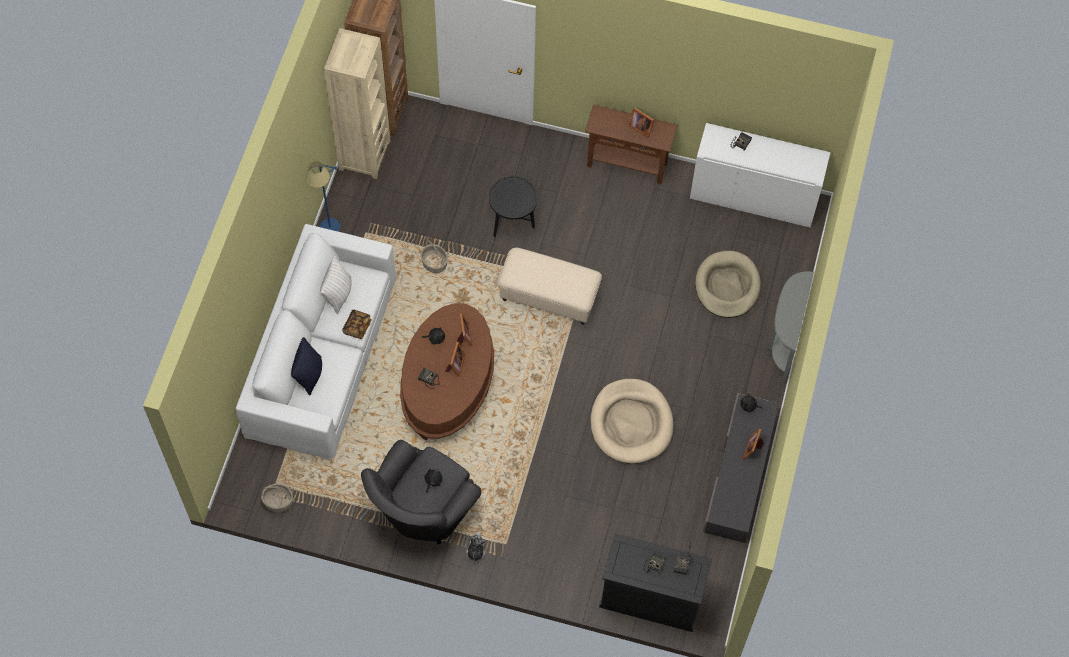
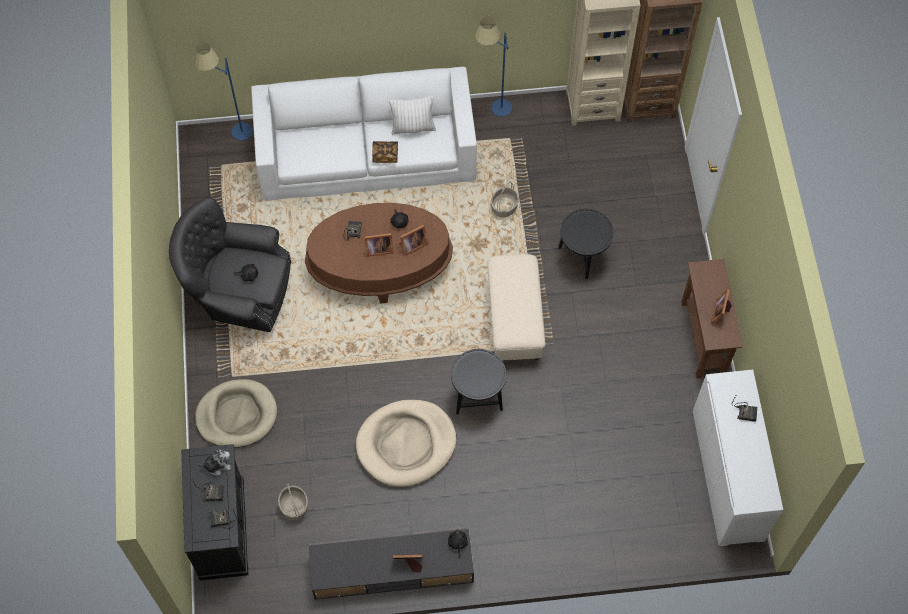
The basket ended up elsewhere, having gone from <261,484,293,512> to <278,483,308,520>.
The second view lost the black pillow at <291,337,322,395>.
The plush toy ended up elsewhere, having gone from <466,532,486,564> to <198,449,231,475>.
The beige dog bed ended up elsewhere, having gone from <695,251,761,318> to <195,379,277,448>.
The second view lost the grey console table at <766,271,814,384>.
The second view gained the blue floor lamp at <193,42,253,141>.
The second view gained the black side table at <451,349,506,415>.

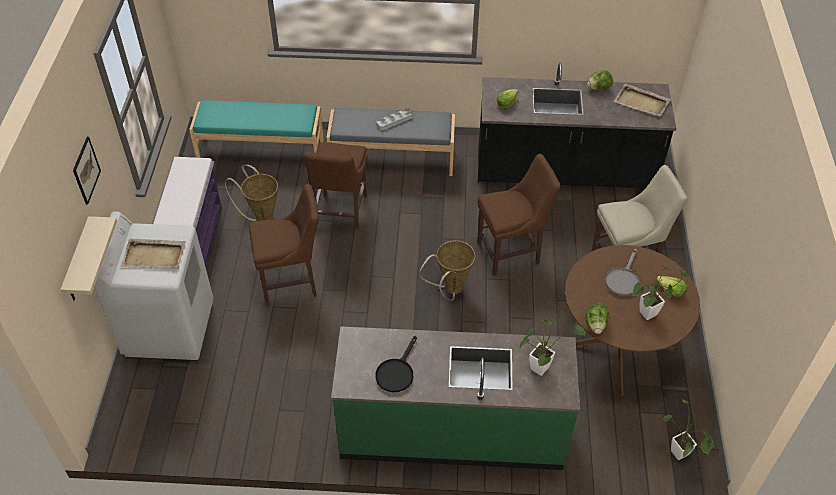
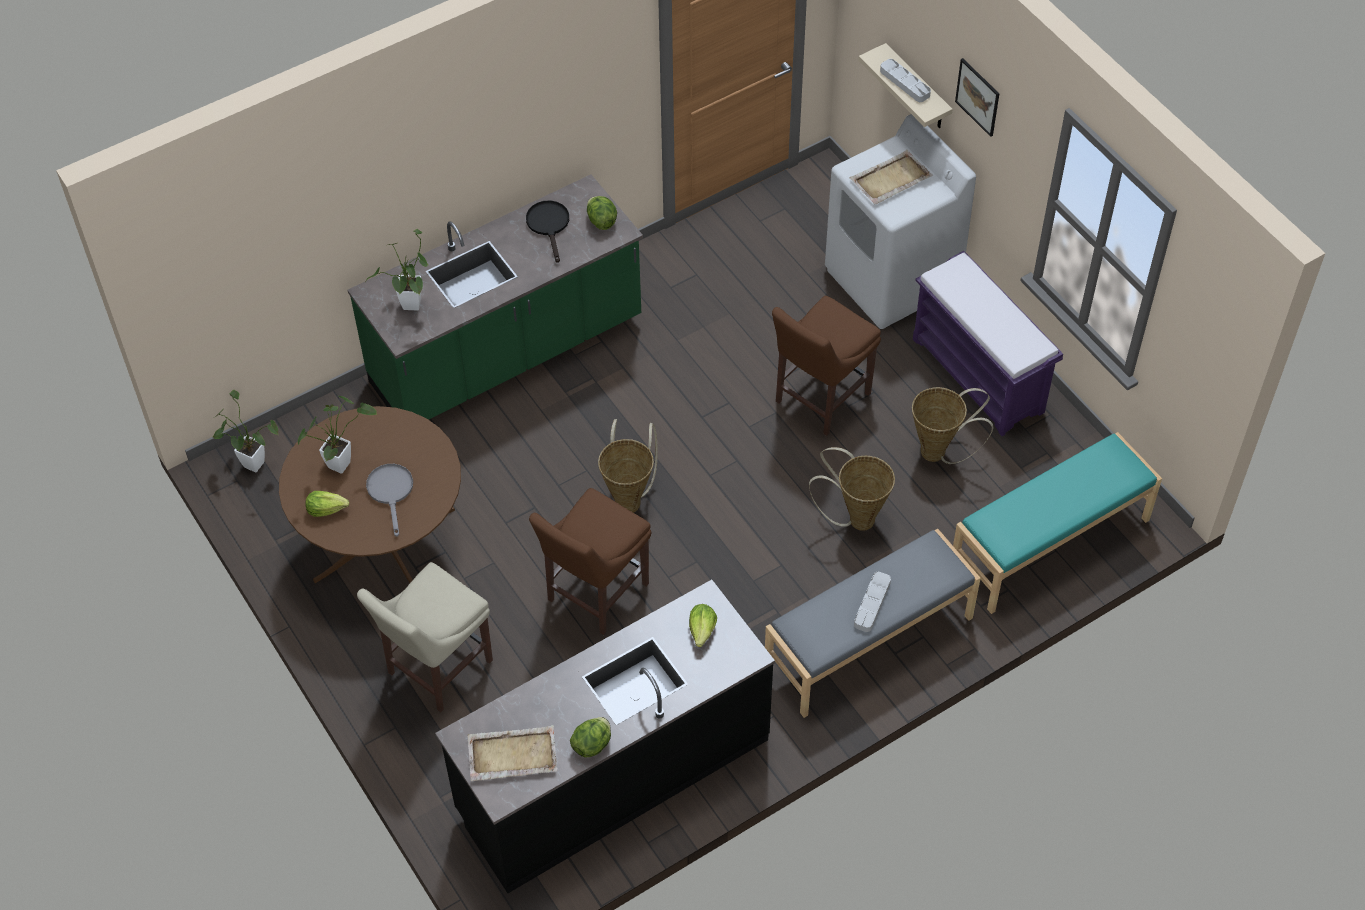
Where the brown chair stood at <304,142,368,230>, the basket came to stand at <809,447,895,531>.
The lettuce ended up elsewhere, having gone from <586,303,610,334> to <587,196,617,230>.
The second view gained the grey tray at <880,59,931,102>.

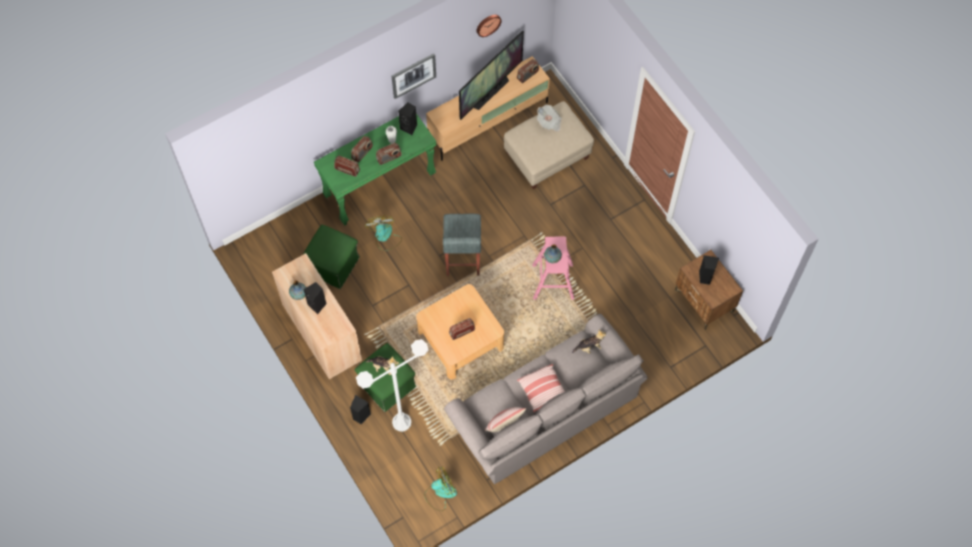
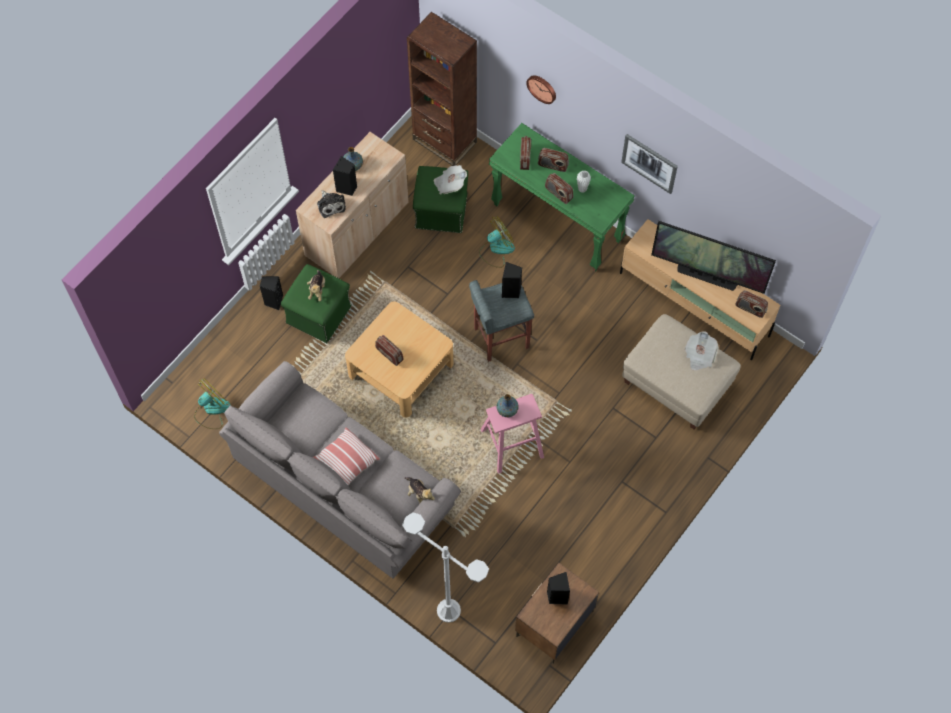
The white floor lamp ended up elsewhere, having gone from <356,339,429,432> to <402,512,489,623>.
The black speaker ended up elsewhere, having gone from <398,102,417,135> to <502,262,522,298>.
The fan at <424,467,457,511> ended up facing another way, 90 degrees counterclockwise from before.
The wall clock ended up elsewhere, having gone from <477,15,502,37> to <526,75,556,104>.
The second view lost the pillow at <485,407,526,432>.
The second view gained the plush toy at <317,190,346,218>.
The second view gained the brown bookcase at <407,12,477,166>.
The second view gained the newspaper at <434,165,467,195>.

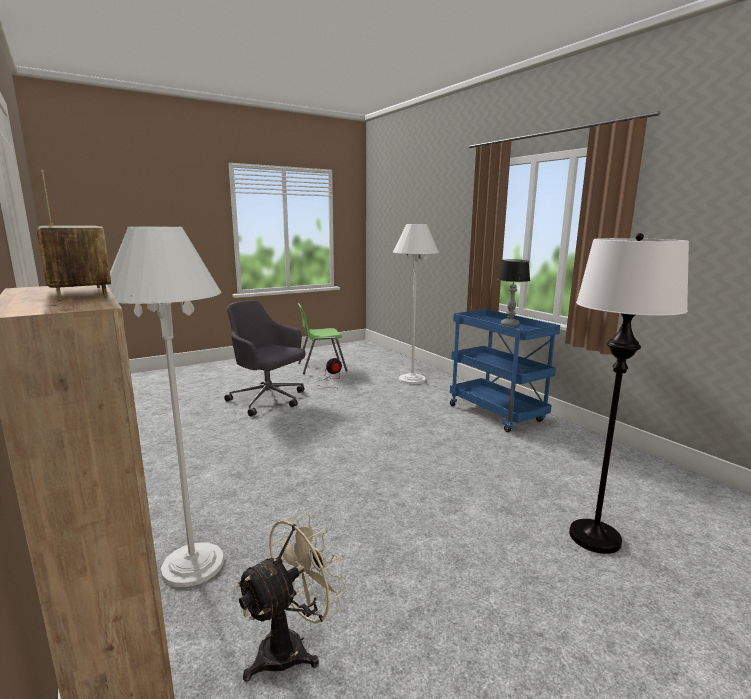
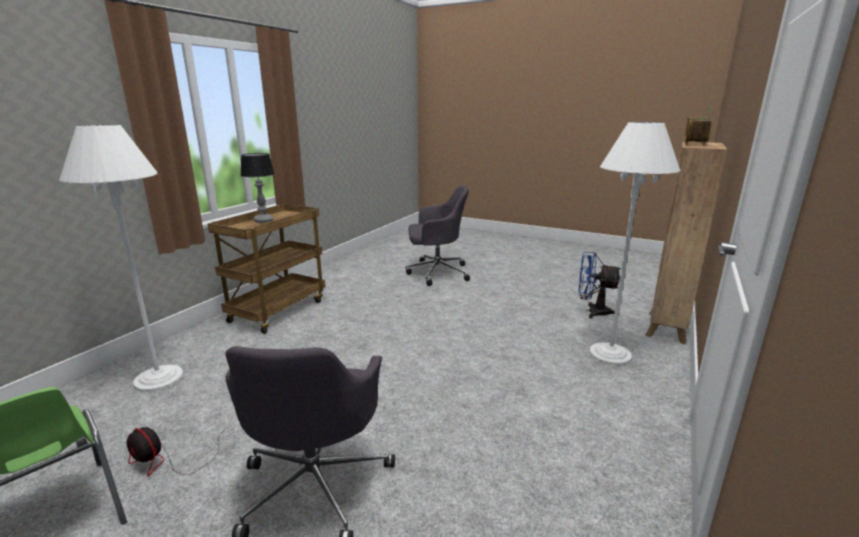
What was the beige fan at <235,513,348,682> turned into the blue fan at <578,252,621,318>.
What was the blue cart at <450,309,560,432> turned into the brown cart at <208,204,325,334>.
Where the white floor lamp stood at <569,233,689,554>, the grey office chair came to stand at <406,185,470,286>.

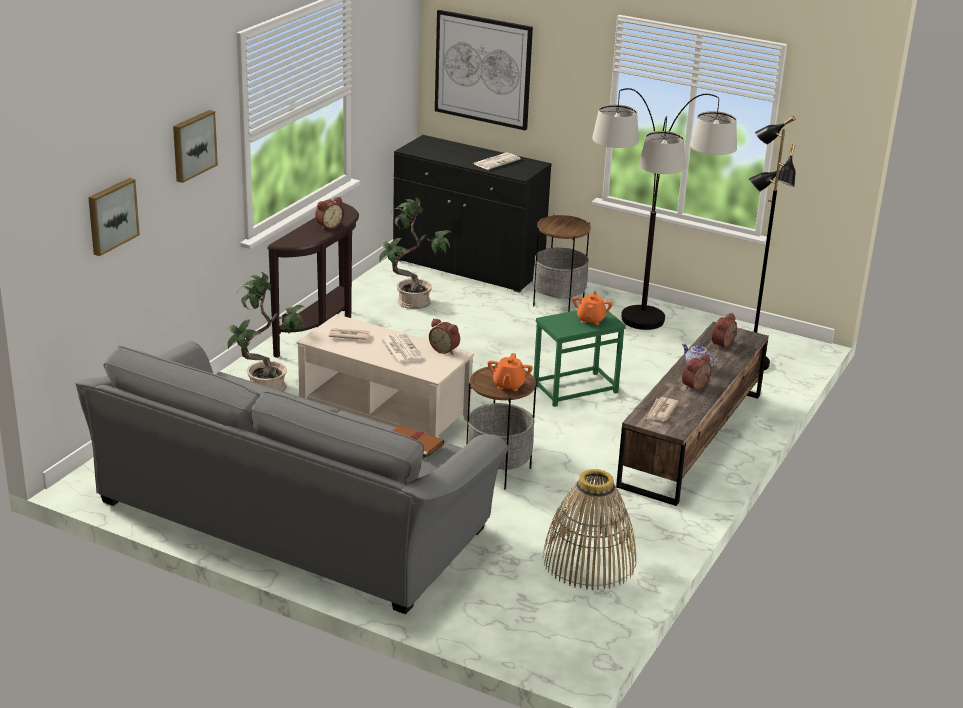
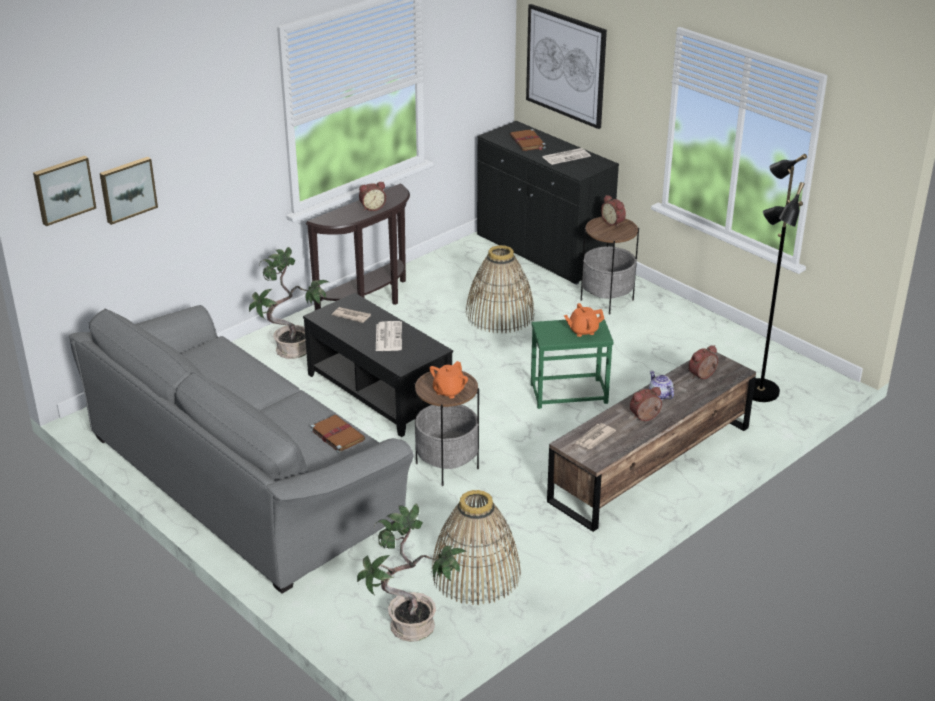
The picture ended up elsewhere, having gone from <173,110,218,183> to <33,156,96,226>.
What was the beige coffee table at <297,314,474,438> turned into the black coffee table at <303,293,453,437>.
The potted plant ended up elsewhere, having gone from <379,197,451,309> to <357,503,467,642>.
The alarm clock ended up elsewhere, having gone from <429,318,460,355> to <601,195,626,227>.
The orange teapot at <572,291,613,325> ended up facing another way, 135 degrees counterclockwise from before.
The second view lost the floor lamp at <592,88,737,330>.
The second view gained the basket at <466,245,534,333>.
The second view gained the brown book at <510,129,546,151>.

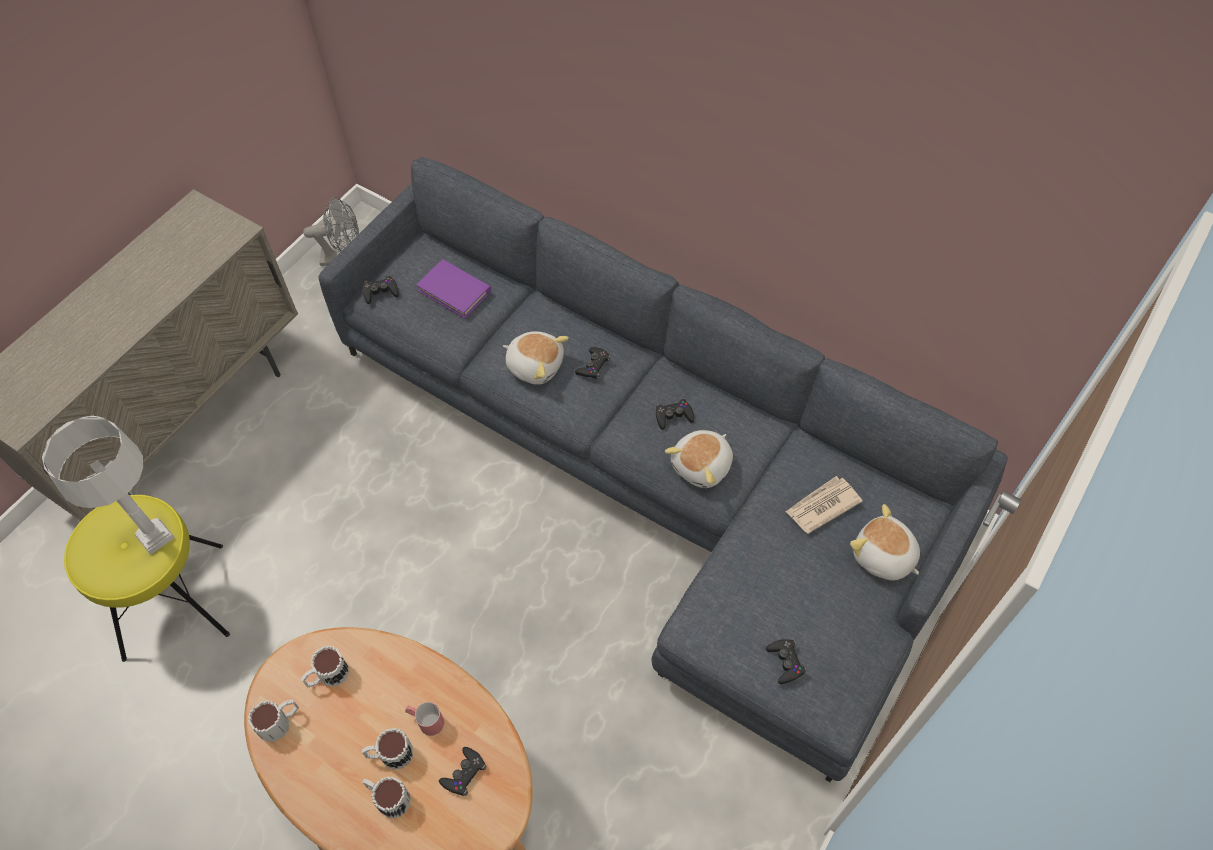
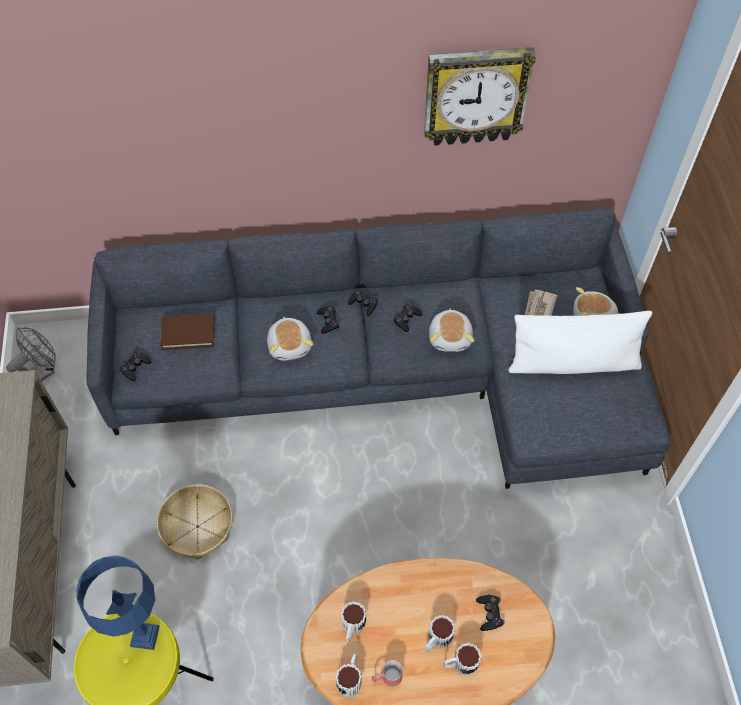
What was the grey table lamp at <42,416,175,555> turned into the blue table lamp at <76,555,160,650>.
The red mug ended up elsewhere, having gone from <405,702,444,736> to <372,660,403,687>.
What was the purple book at <416,259,491,319> turned into the brown book at <160,314,214,350>.
The plush toy at <503,331,569,385> ended up facing another way, 90 degrees clockwise from before.
The black game controller ended up elsewhere, having gone from <766,639,806,684> to <348,289,378,316>.
The second view gained the basket at <157,484,233,559>.
The second view gained the wall clock at <424,47,536,146>.
The second view gained the white pillow at <509,311,652,374>.

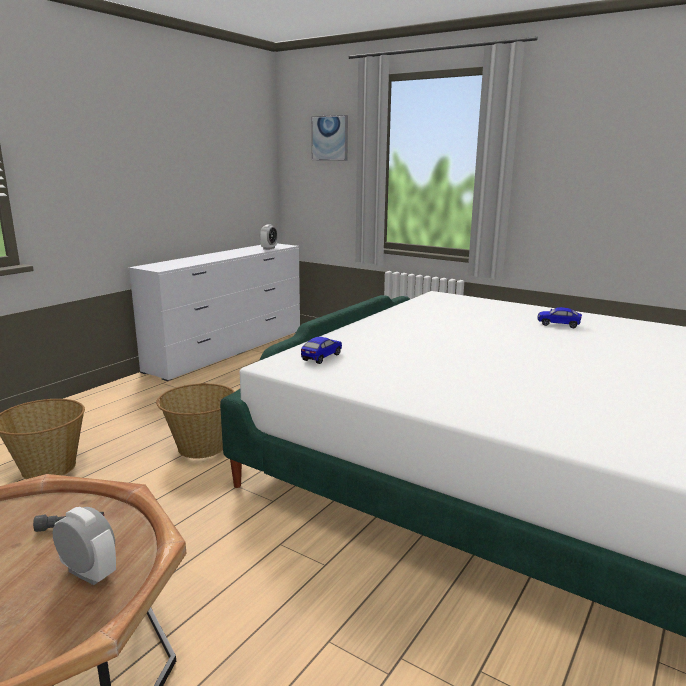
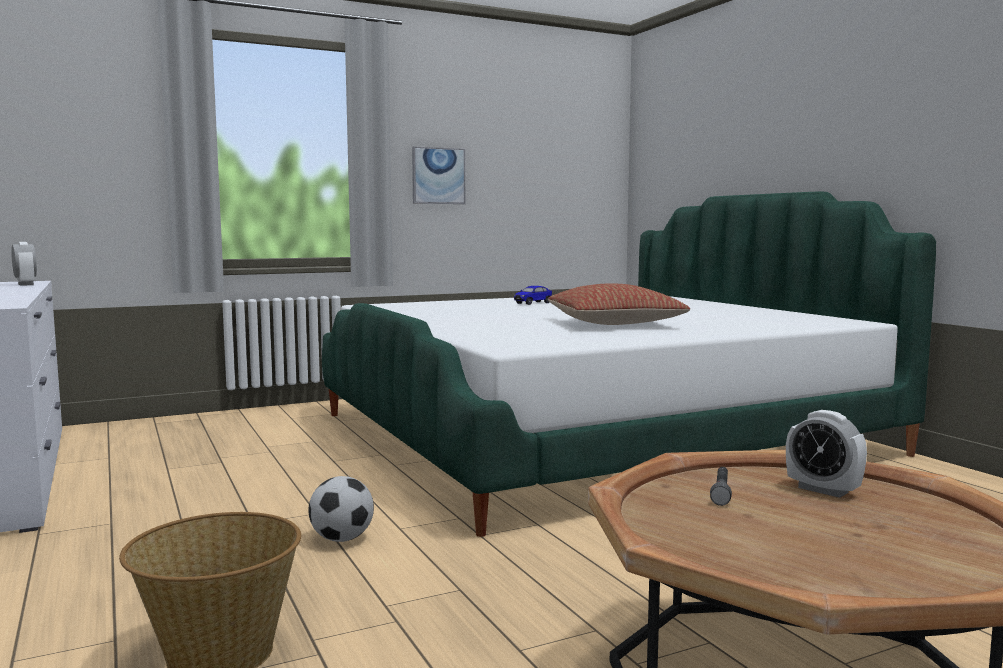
The alarm clock at <53,507,116,585> ended up facing another way, 105 degrees counterclockwise from before.
Where the basket stood at <156,383,235,459>, the football came to stand at <308,476,374,542>.
The second view lost the toy car at <301,337,342,364>.
The picture ended up elsewhere, having gone from <311,115,348,161> to <412,146,465,204>.
The second view gained the pillow at <548,284,690,325>.

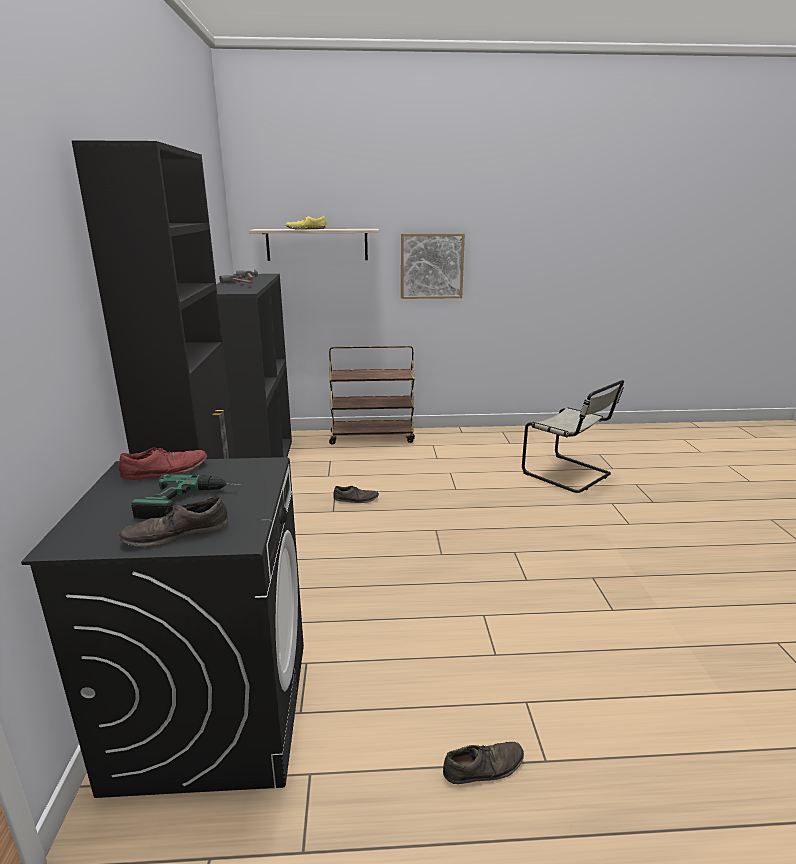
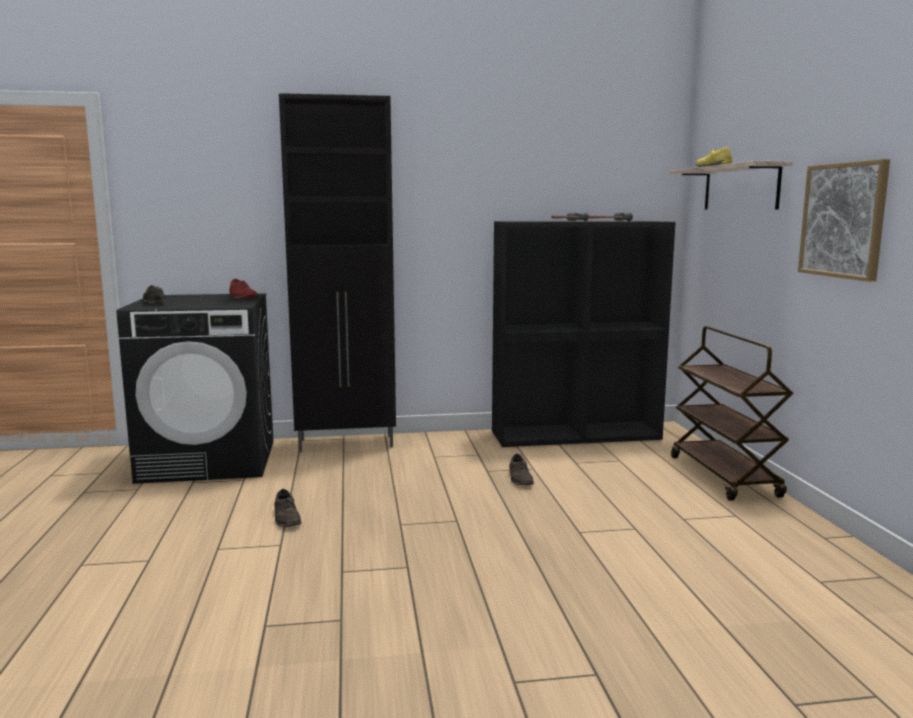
The second view lost the power drill at <131,474,241,519>.
The brown shoe ended up elsewhere, having gone from <443,742,524,784> to <274,489,302,527>.
The second view lost the beige chair at <522,380,624,493>.

